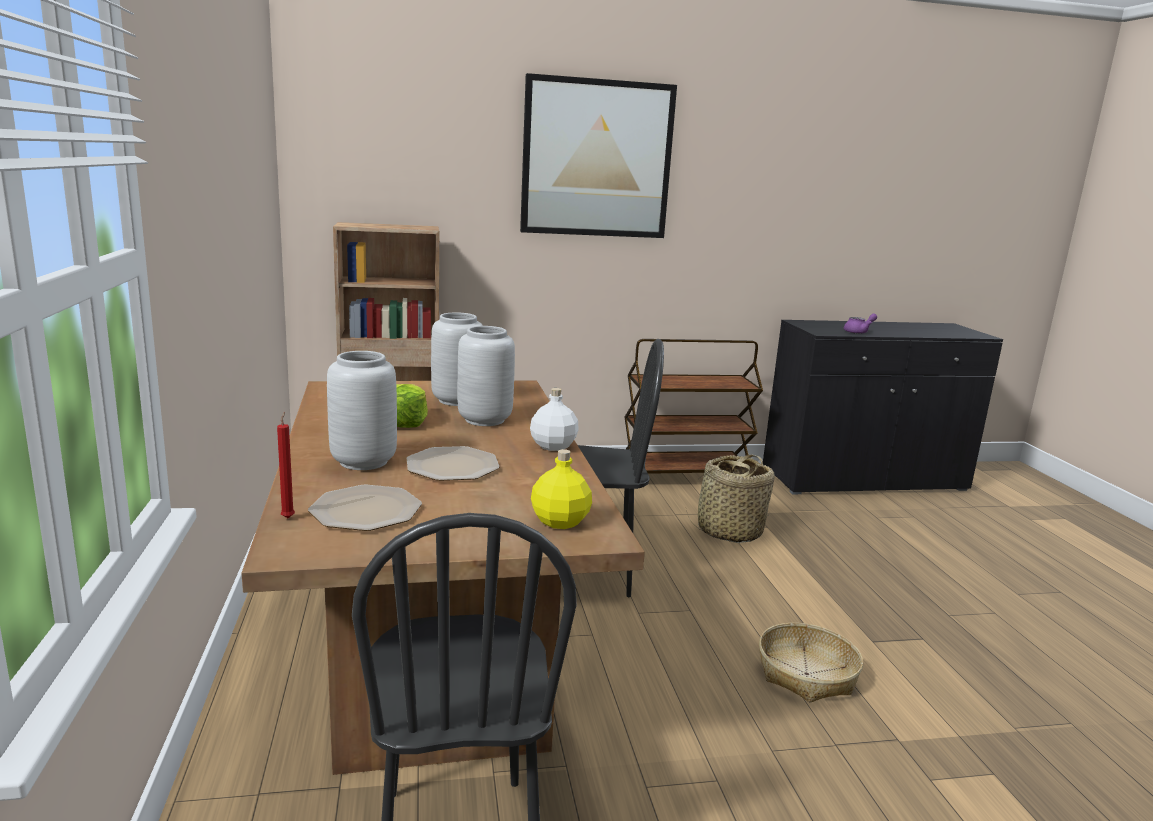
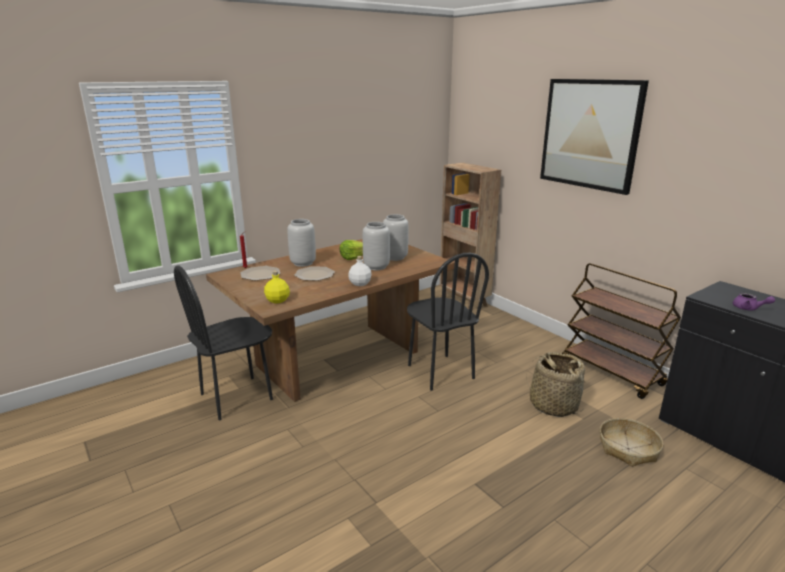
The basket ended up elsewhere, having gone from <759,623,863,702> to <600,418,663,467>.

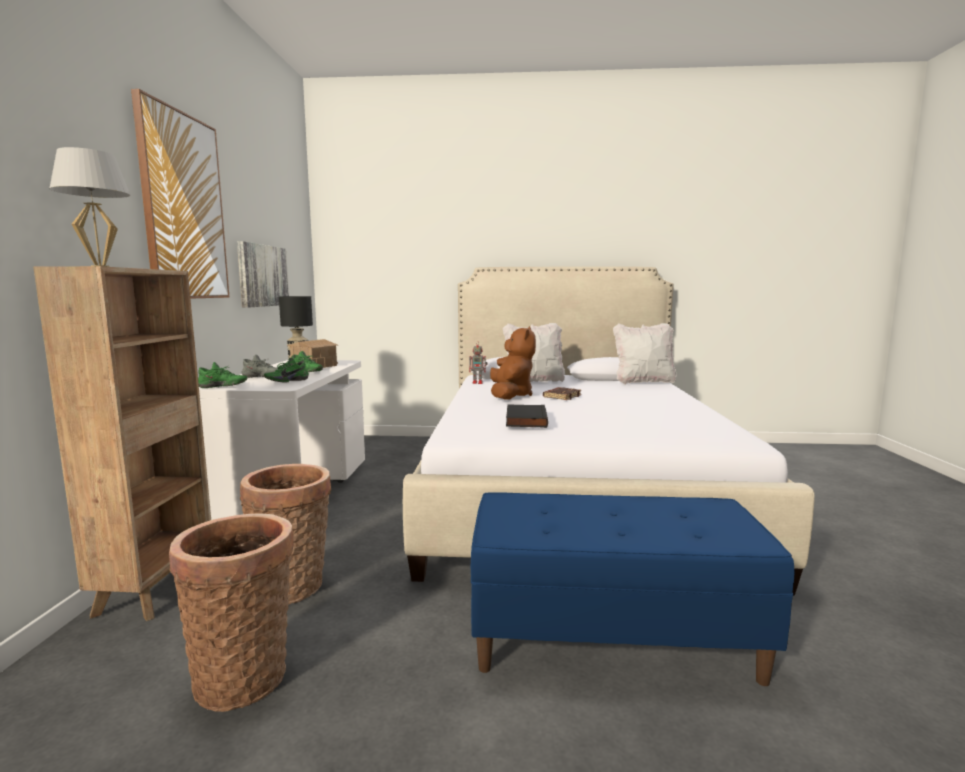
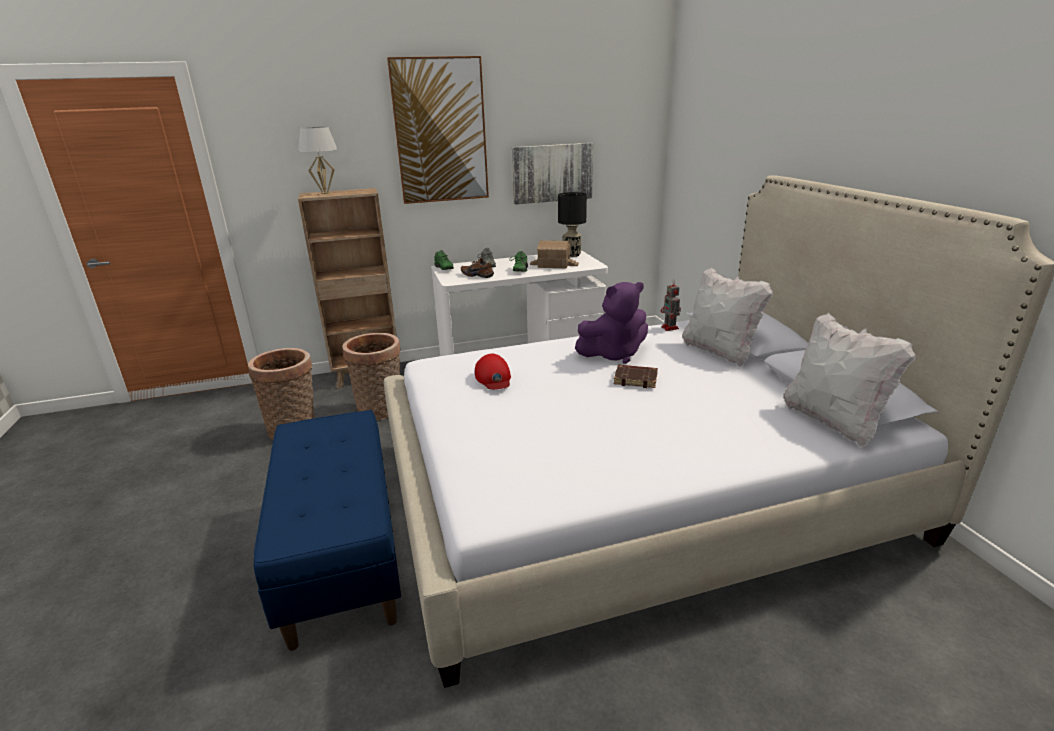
What was the green shoe at <264,358,309,382> turned into the brown shoe at <461,258,494,278>.
What was the brown plush toy at <490,326,536,400> turned into the purple plush toy at <575,282,648,364>.
Where the black book stood at <506,405,548,428>, the red cap came to stand at <475,353,511,390>.

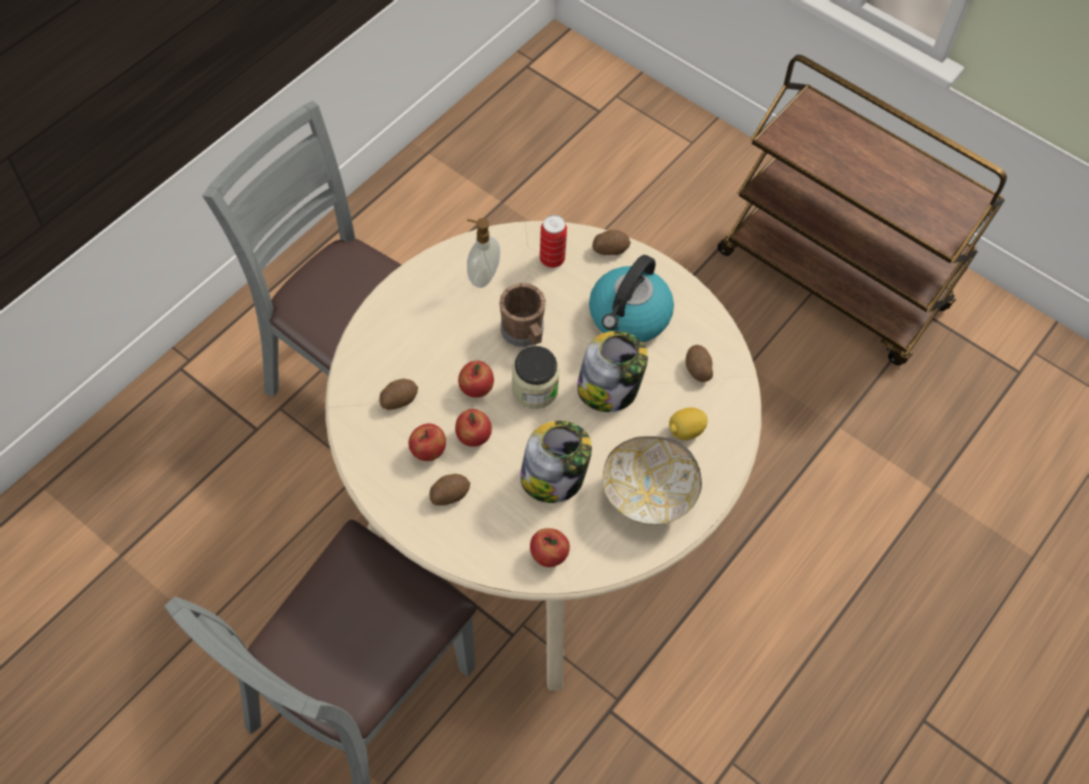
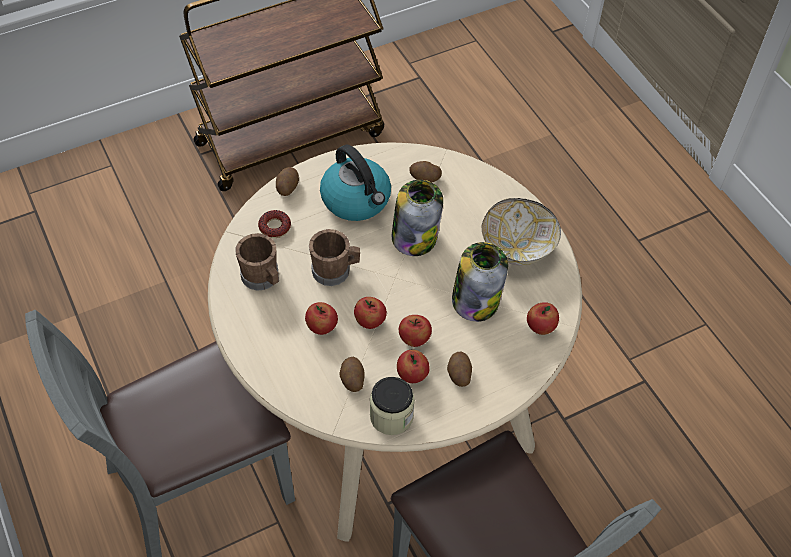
Where the soap dispenser stood at <467,218,500,288>, the brown mug came to stand at <235,233,279,291>.
The jar ended up elsewhere, having gone from <512,346,560,409> to <370,377,415,435>.
Where the can stood at <540,215,567,268>, the donut came to stand at <258,210,291,238>.
The second view lost the lemon at <669,407,708,440>.
The second view gained the apple at <305,302,338,335>.

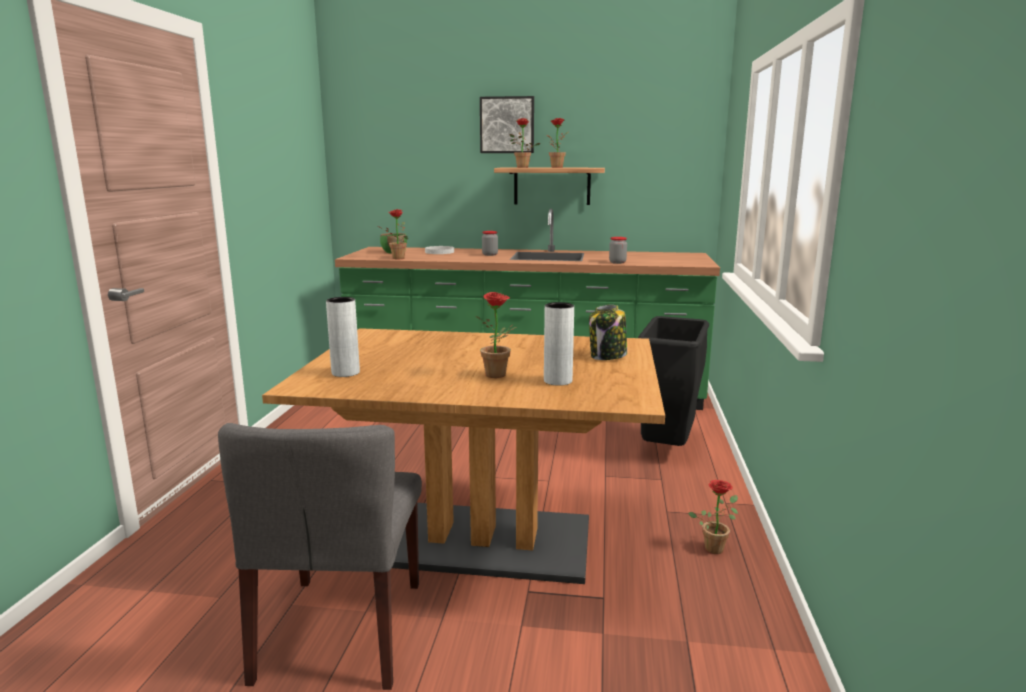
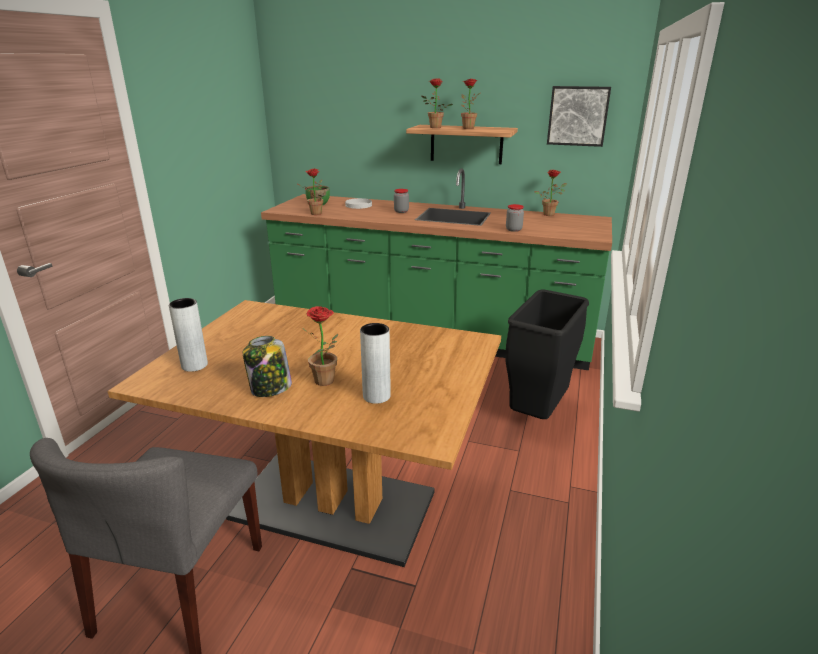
The picture ended up elsewhere, having gone from <480,96,534,153> to <547,86,611,147>.
The jar ended up elsewhere, having gone from <589,305,627,360> to <243,336,292,397>.
The potted plant ended up elsewhere, having gone from <688,480,738,554> to <534,170,567,216>.

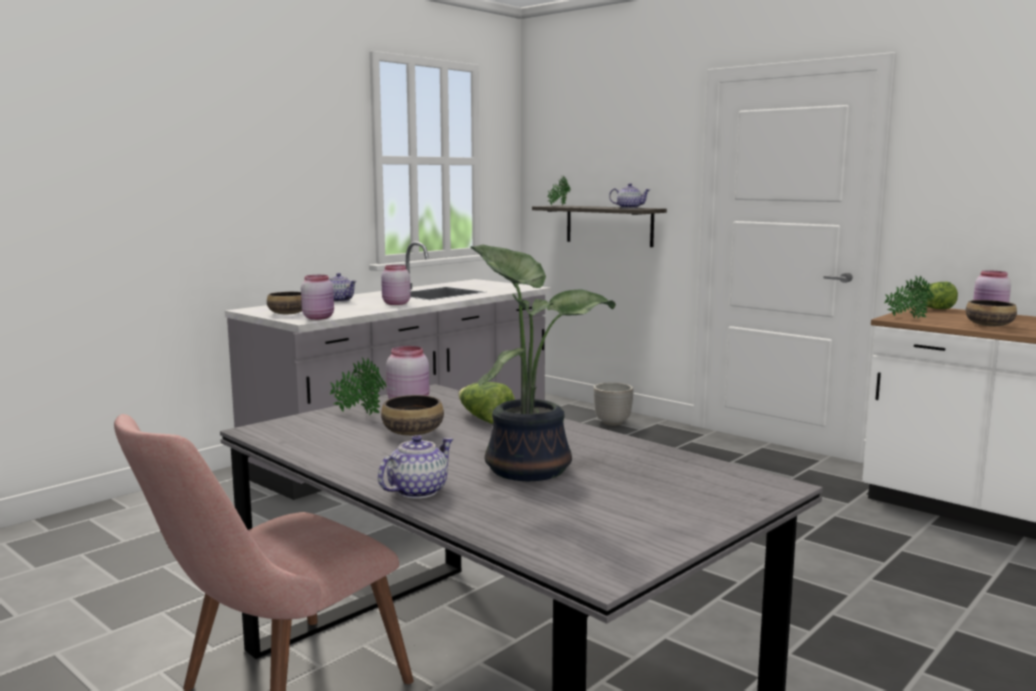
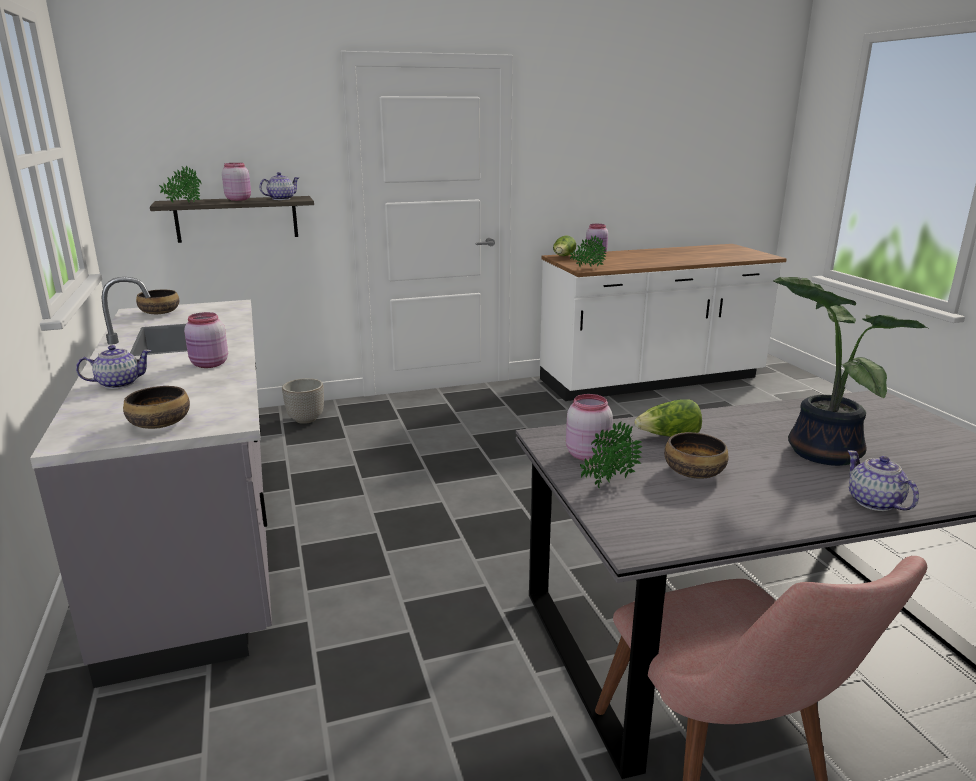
The pink jar ended up elsewhere, having gone from <301,275,334,320> to <222,163,251,201>.
The bowl ended up elsewhere, having gone from <966,300,1017,326> to <136,290,179,314>.

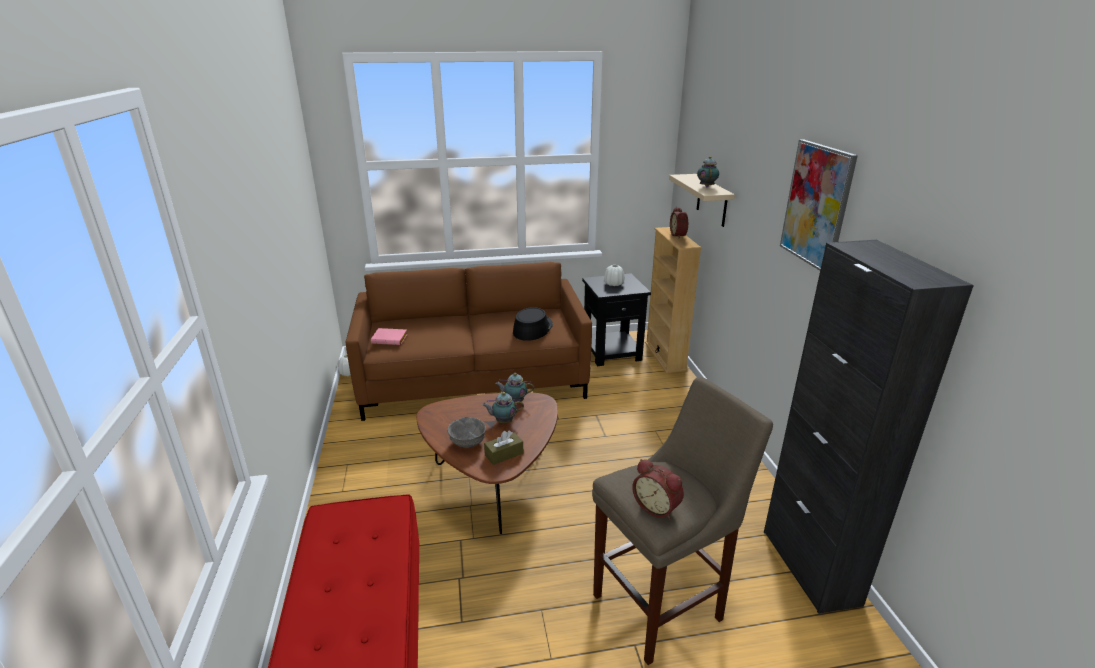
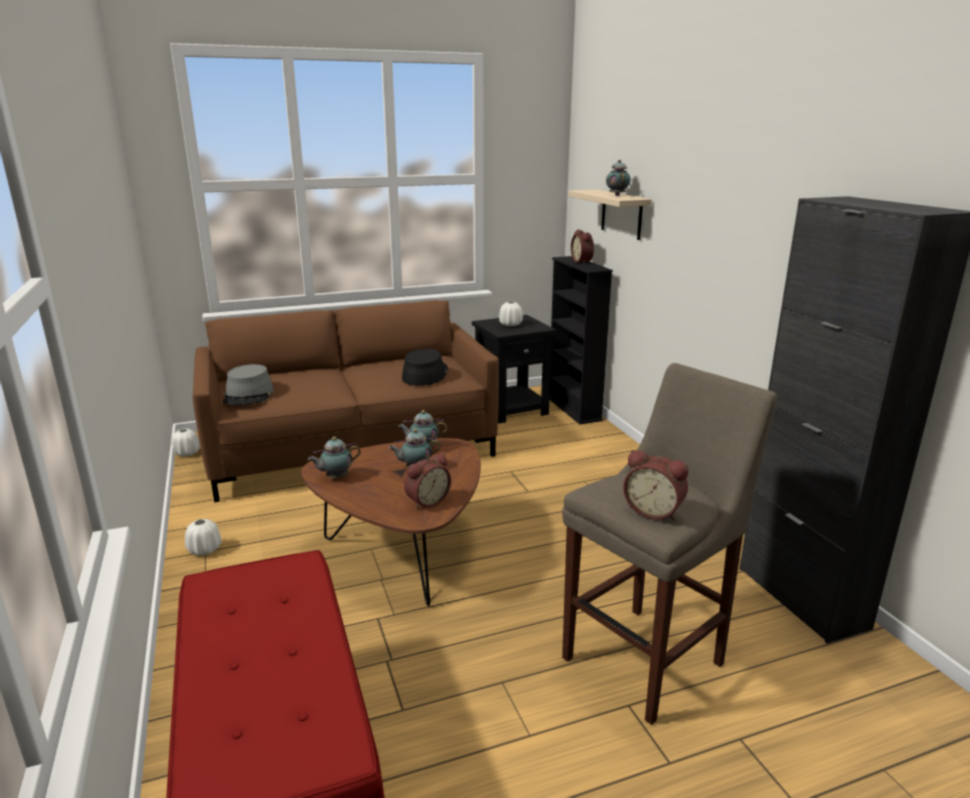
Where the pink book stood at <371,328,407,345>, the grey hat came to stand at <222,364,274,405>.
The second view lost the grey bowl at <447,417,486,448>.
Where the brown tissue box stood at <484,430,523,465>, the alarm clock came to stand at <404,453,451,510>.
What was the beige bookcase at <645,227,702,373> turned into the black bookcase at <549,256,613,424>.
The second view lost the picture at <780,139,858,271>.
The second view gained the white vase at <185,519,222,556>.
The second view gained the teapot at <308,437,361,479>.

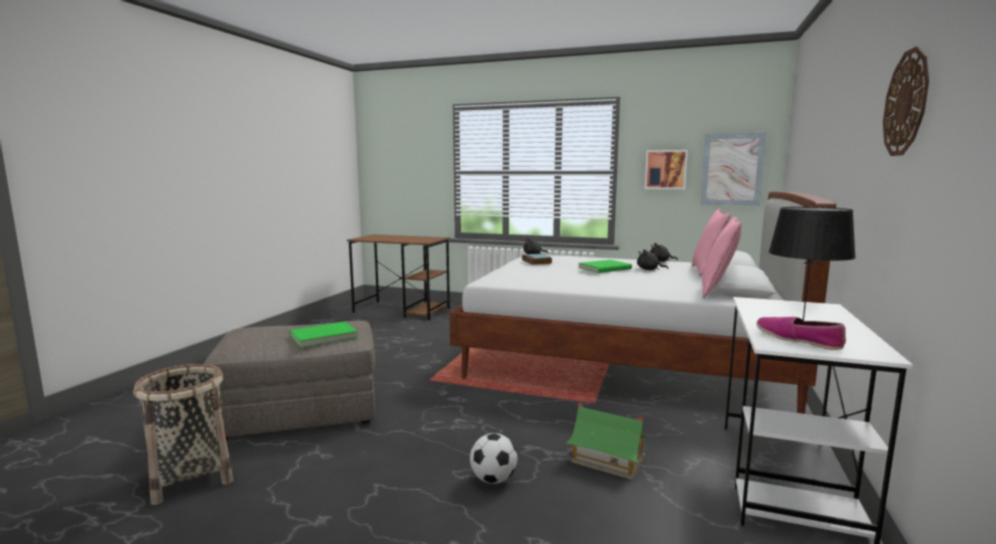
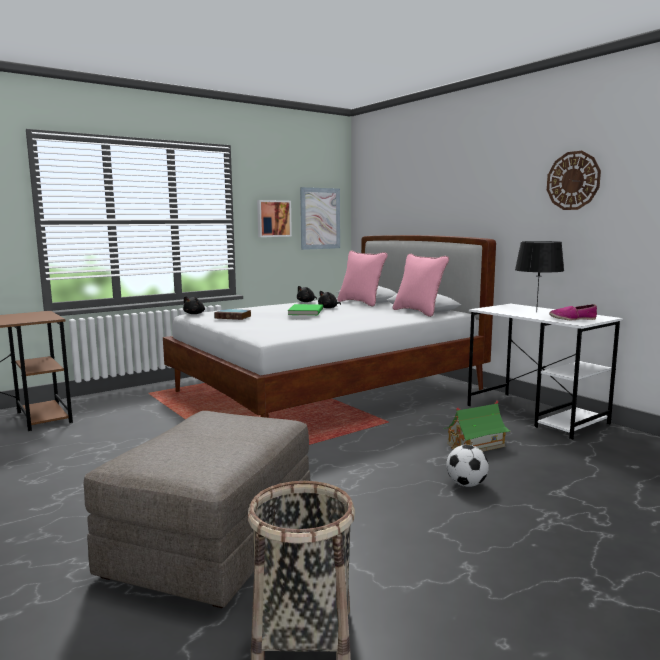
The second view lost the green book at <290,322,358,348>.

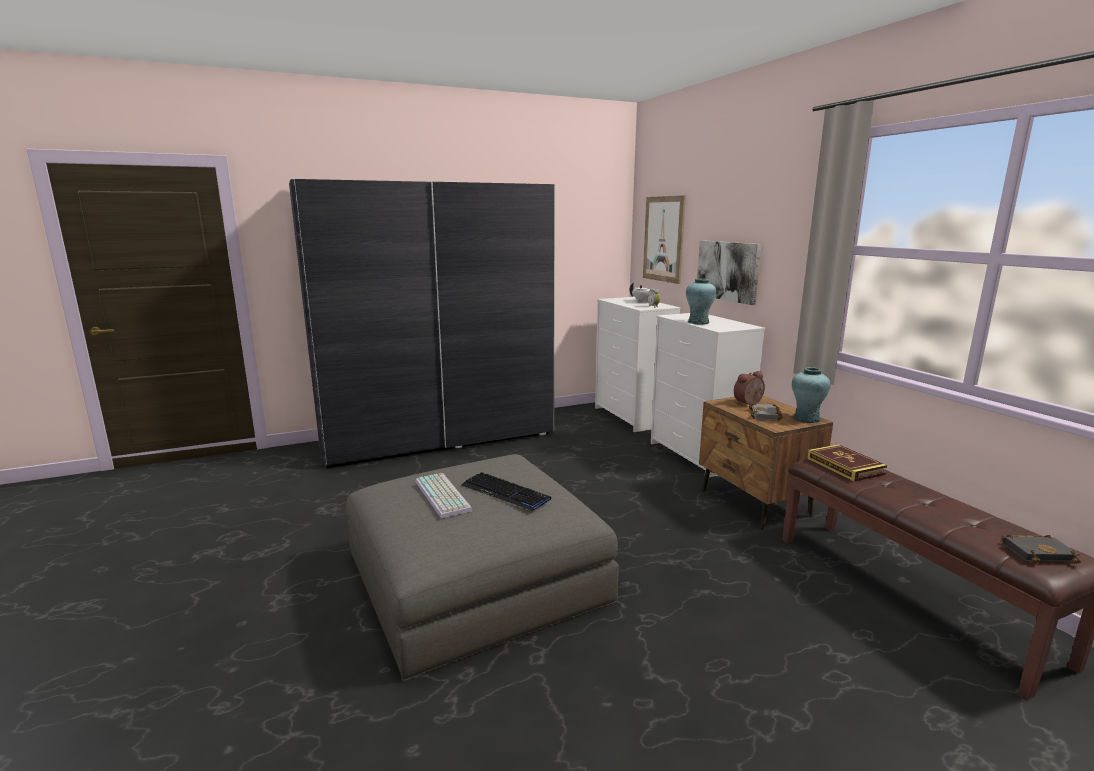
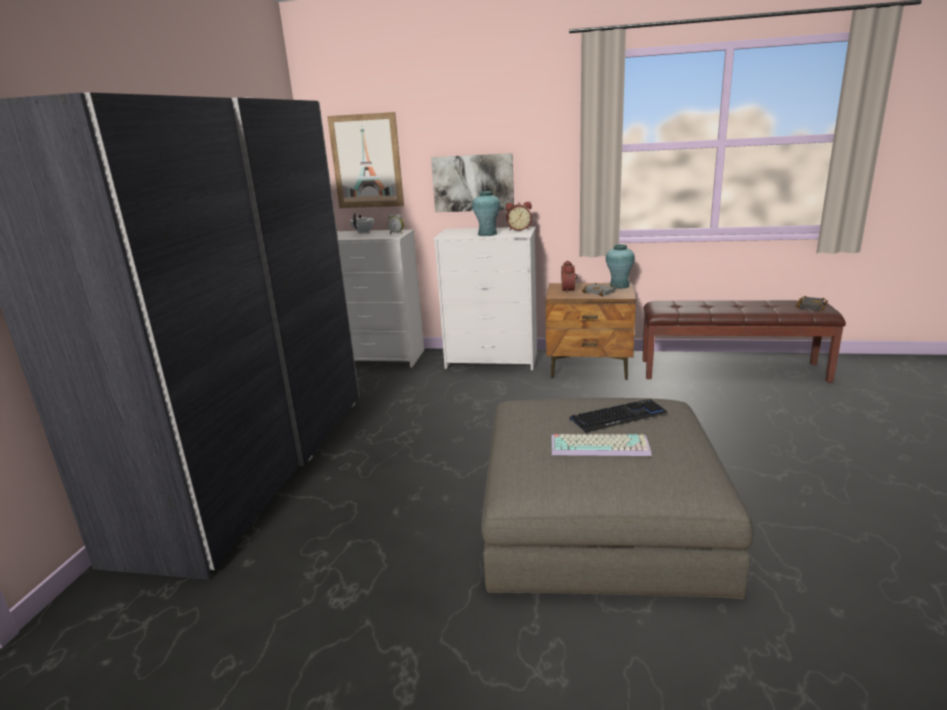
The second view lost the book at <807,444,887,482>.
The second view gained the alarm clock at <506,202,532,231>.

